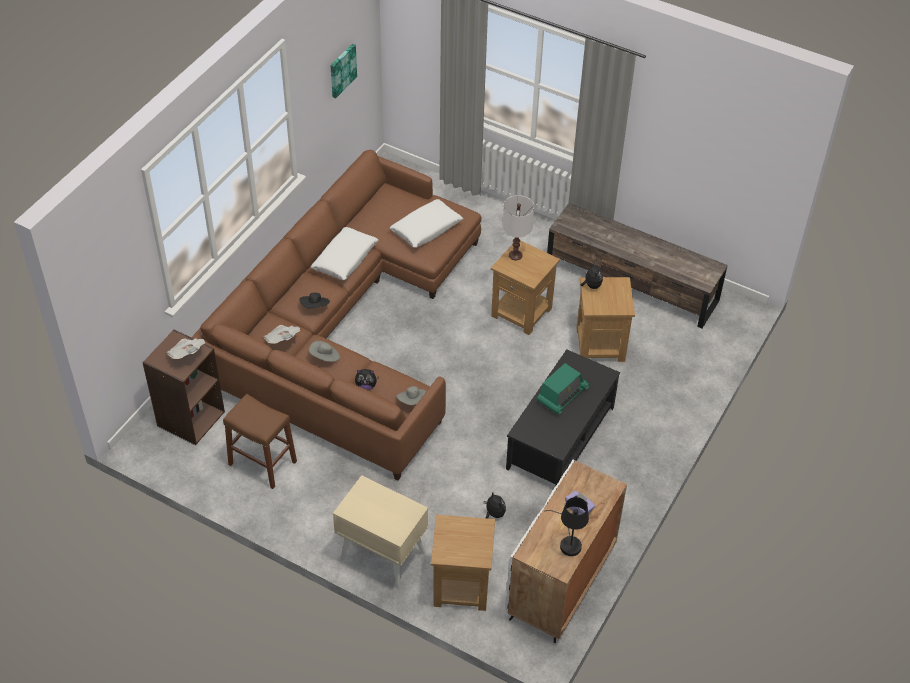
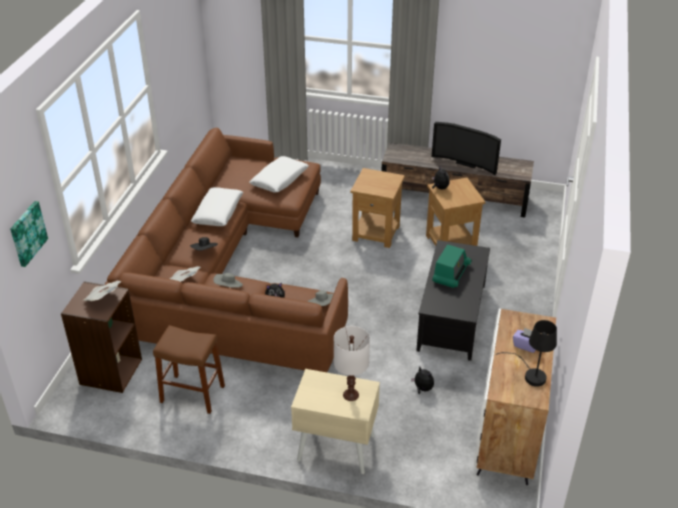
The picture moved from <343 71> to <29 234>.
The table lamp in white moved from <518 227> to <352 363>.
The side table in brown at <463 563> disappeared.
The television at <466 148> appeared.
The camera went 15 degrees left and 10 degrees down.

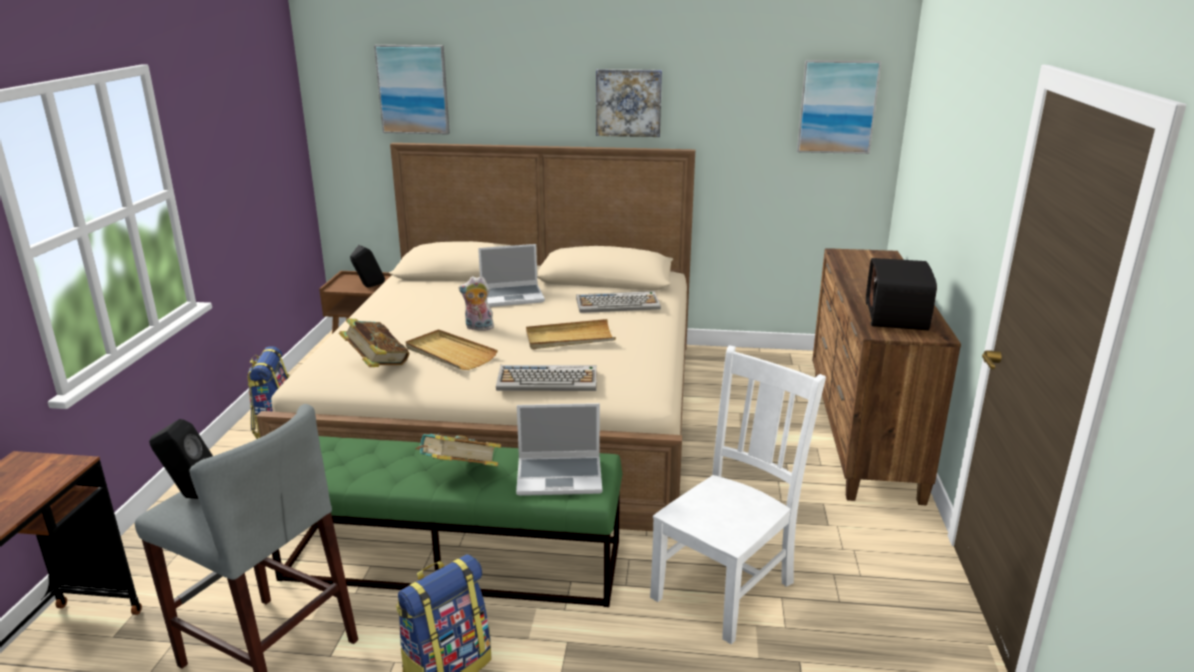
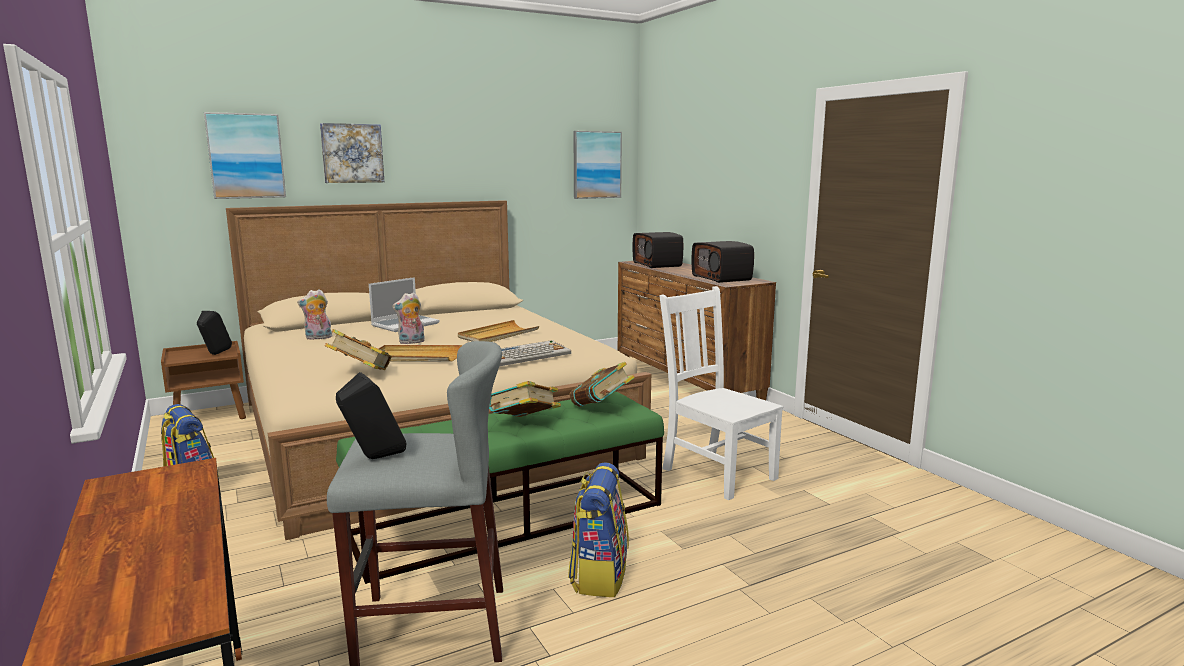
The picture moved from <629 103> to <352 153>.
The keyboard at <618 302> disappeared.
The chair in white at <738 494> turned 45 degrees counterclockwise.
The laptop at <559 449> was replaced by the book at <602 384>.
The radio at <658 250> appeared.
The plush toy at <314 314> appeared.
The camera went 35 degrees left and 10 degrees down.

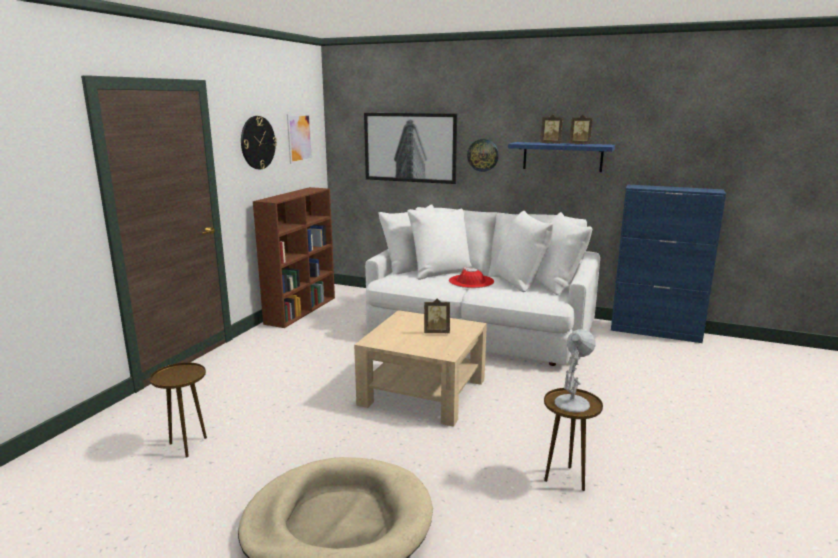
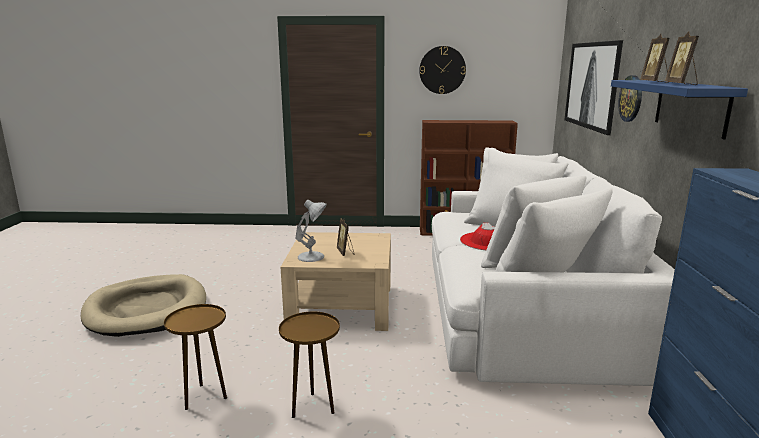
The picture at <300 138> disappeared.
The table lamp in white moved from <575 371> to <311 231>.
The side table in brown moved from <178 410> to <309 365>.
The camera went 70 degrees right and 0 degrees up.

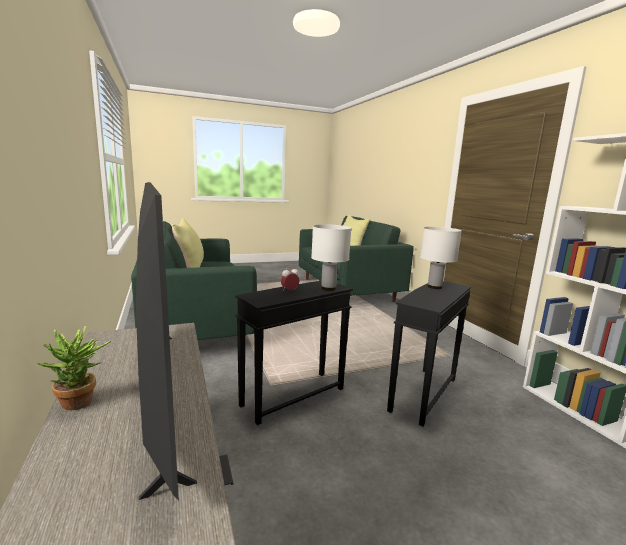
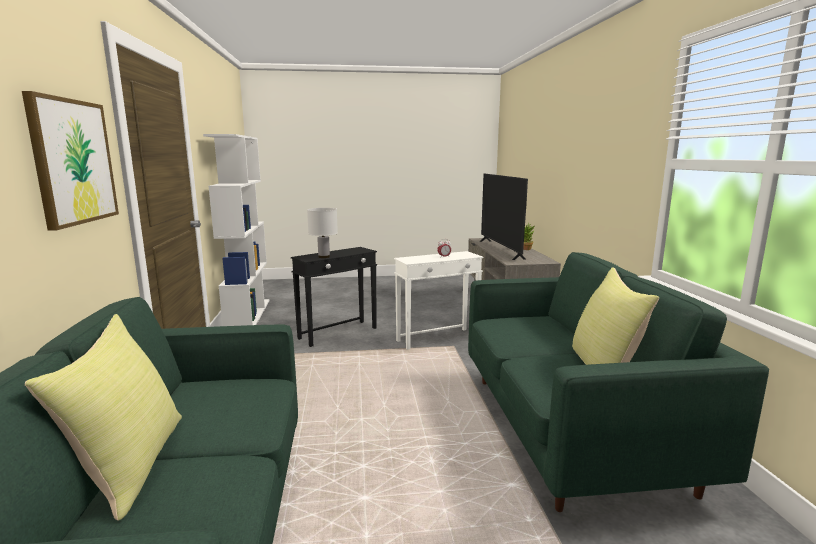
The table lamp in white at <331 257> disappeared.
The side table in black at <294 353> became the side table in white at <438 300>.
The picture at <70 161> appeared.
The camera went 165 degrees left and 0 degrees up.

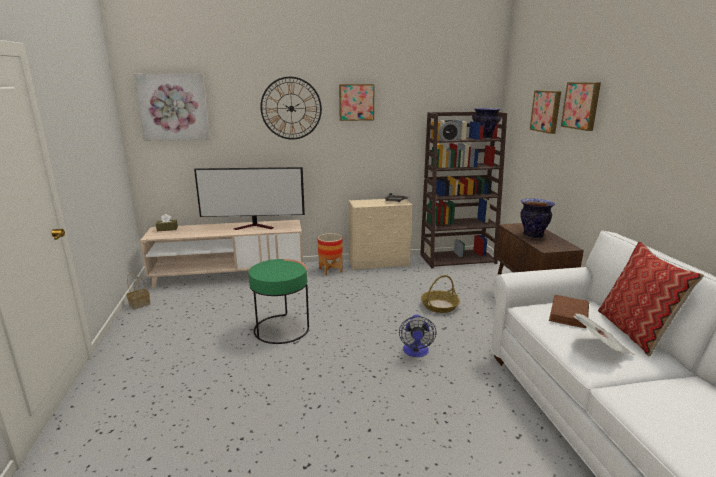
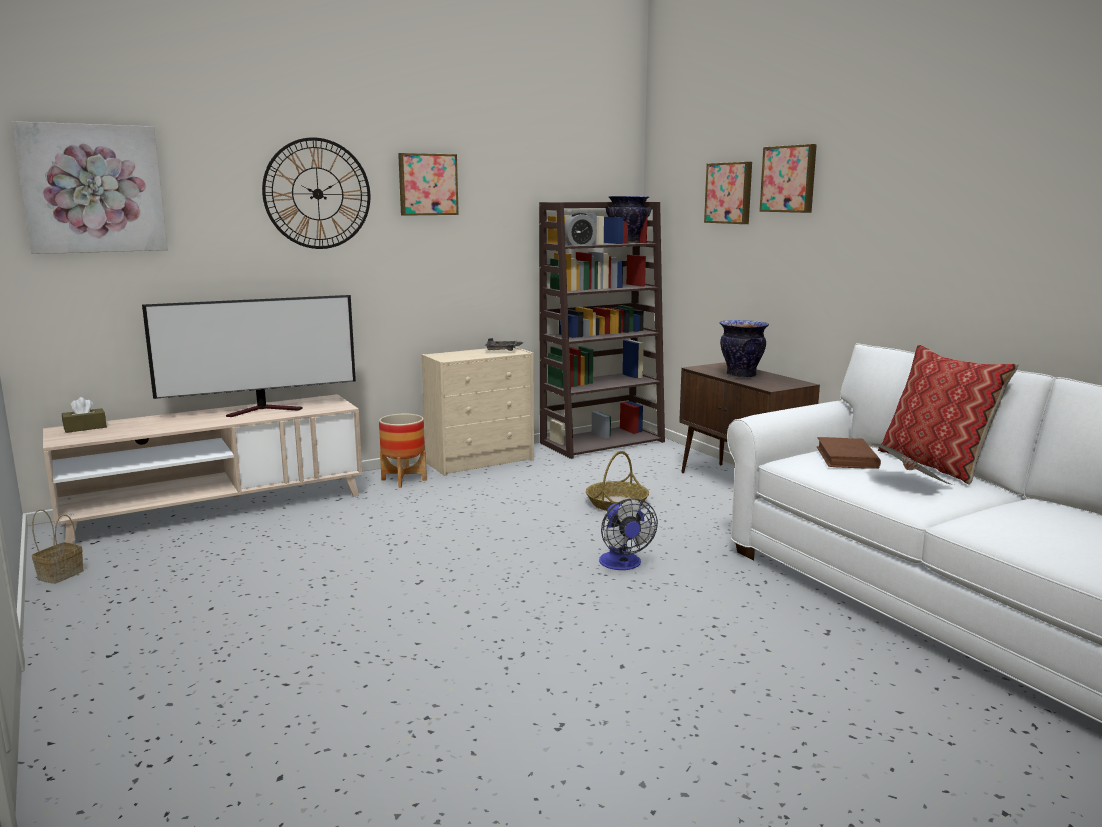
The side table in green at <279 301> disappeared.
The camera went 20 degrees left and 5 degrees down.

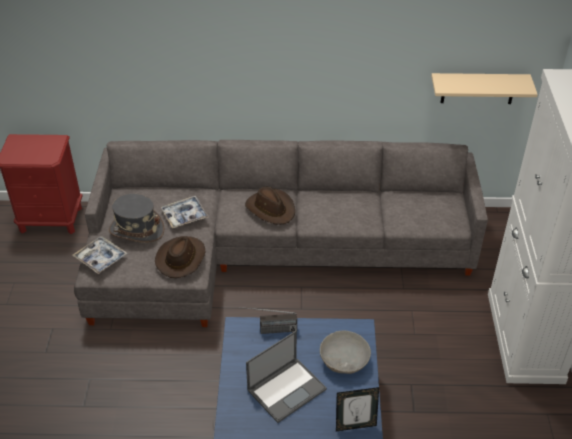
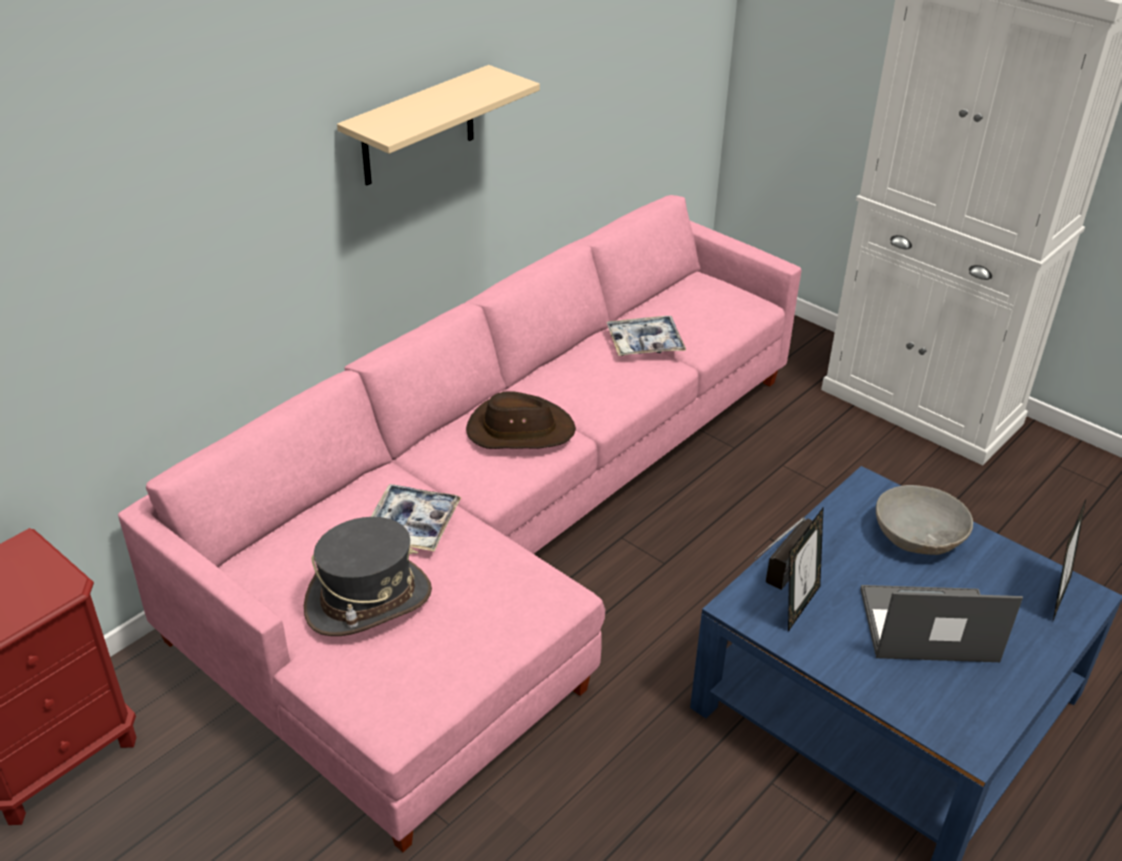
The shelf in beige moved from <484 88> to <438 125>.
The sofa in grey at <281 233> became the sofa in pink at <460 523>.
The tray moved from <100 255> to <646 336>.
The hat in brown at <180 257> disappeared.
The laptop at <286 377> turned 90 degrees counterclockwise.
The picture frame at <806 569> appeared.
The camera went 50 degrees left and 5 degrees down.

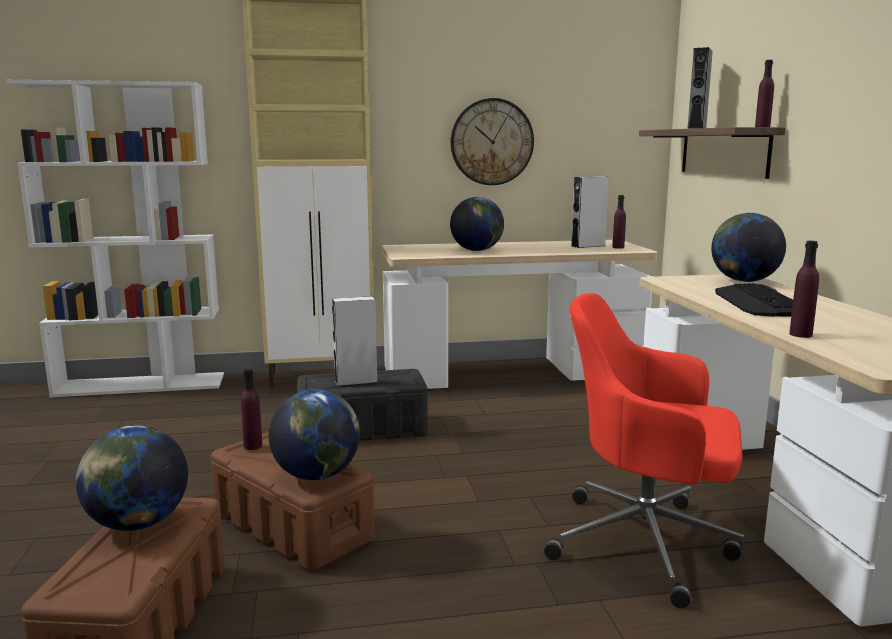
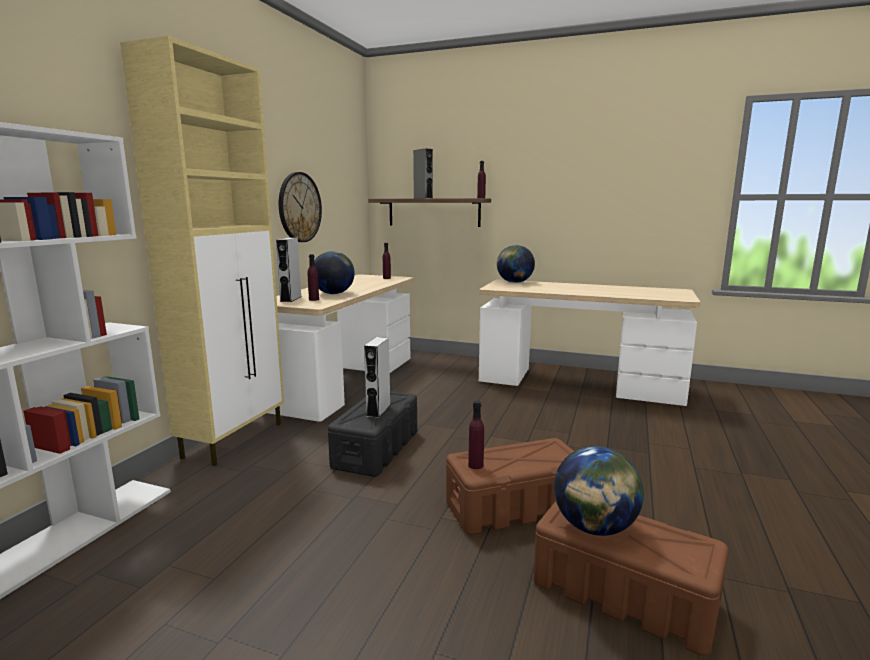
The speaker in grey moved from <590 212> to <288 270>.
The bottle in purple moved from <804 289> to <313 277>.
The keyboard at <754 300> disappeared.
The office chair in red at <644 450> disappeared.
The globe at <314 434> disappeared.
The camera went 60 degrees left and 0 degrees up.

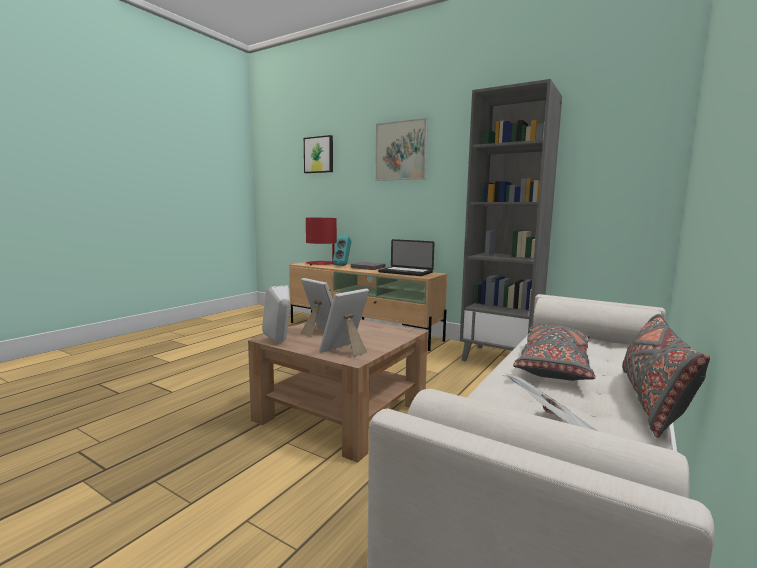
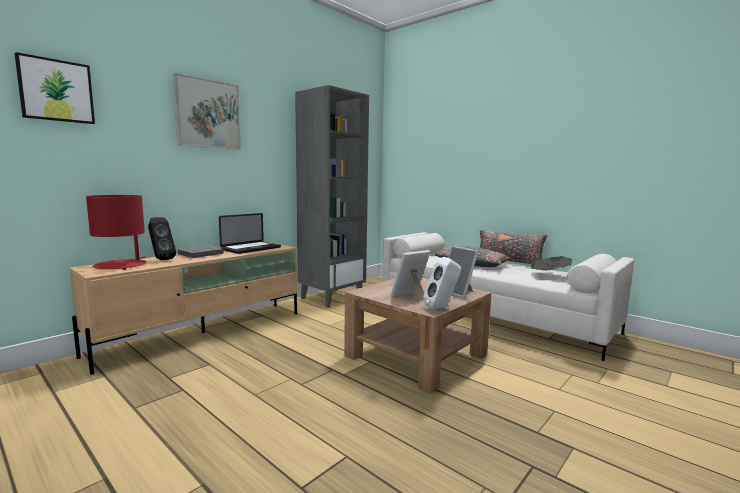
The speaker in turquoise at <342 250> became the speaker in black at <162 238>.
The camera went 80 degrees left and 0 degrees up.

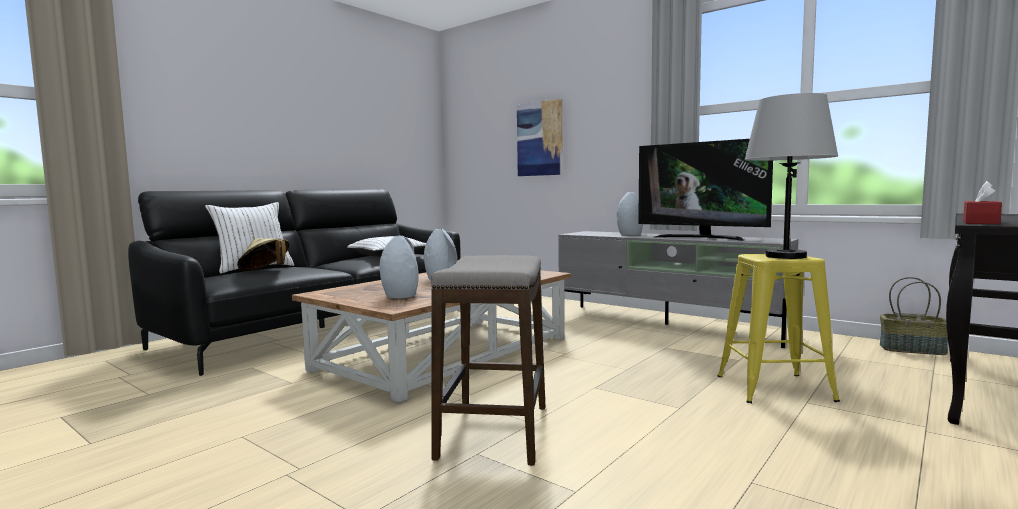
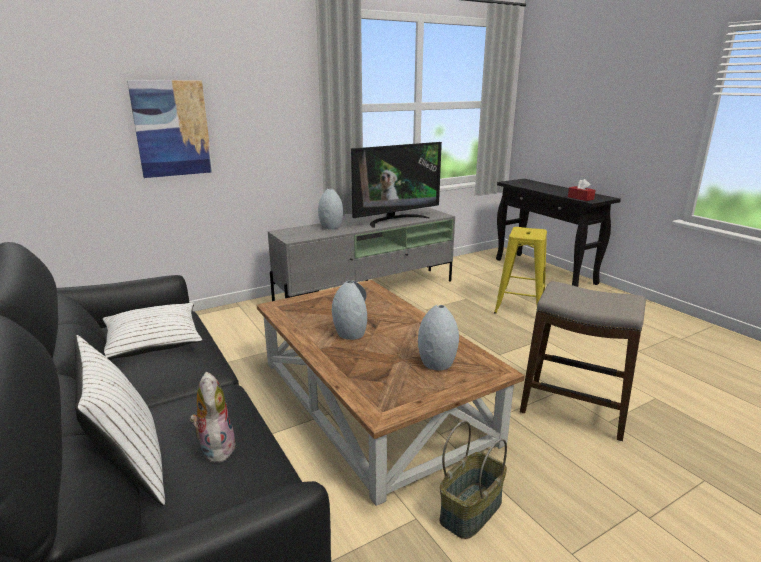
The table lamp in grey at <791 176> disappeared.
The hat in beige at <263 254> was replaced by the plush toy at <213 417>.
The basket moved from <914 316> to <473 480>.
The camera went 70 degrees left and 15 degrees up.

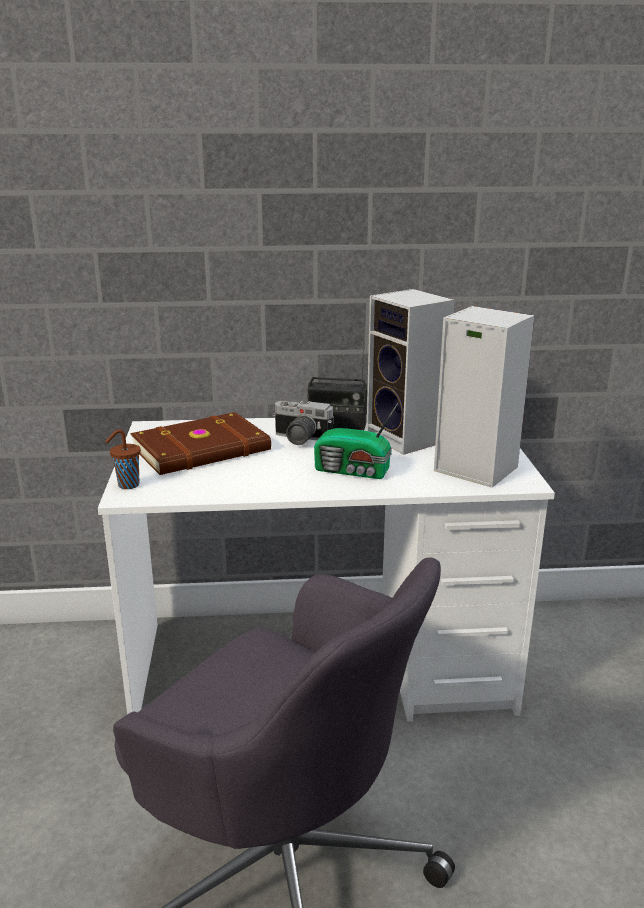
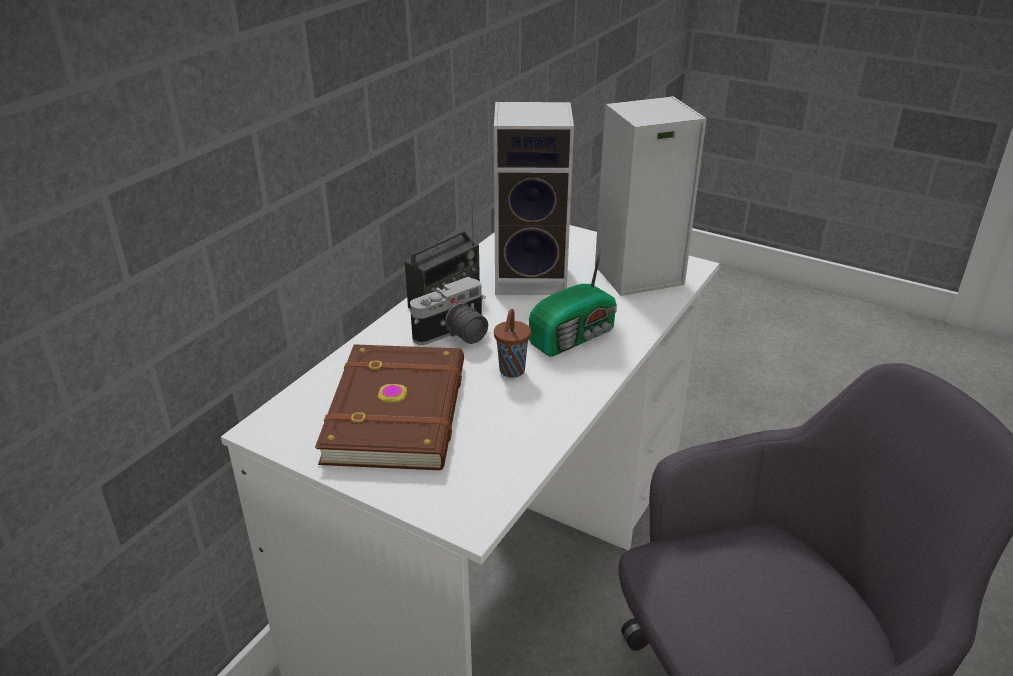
The cup in brown moved from <123 459> to <512 343>.
The camera went 55 degrees left and 10 degrees up.

